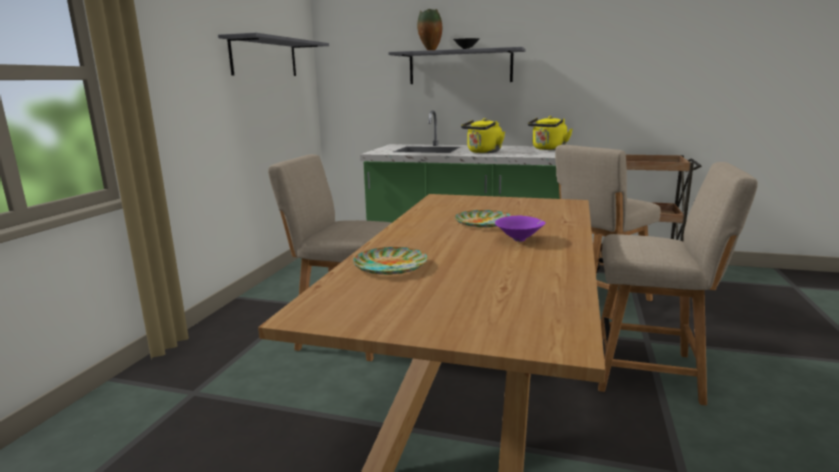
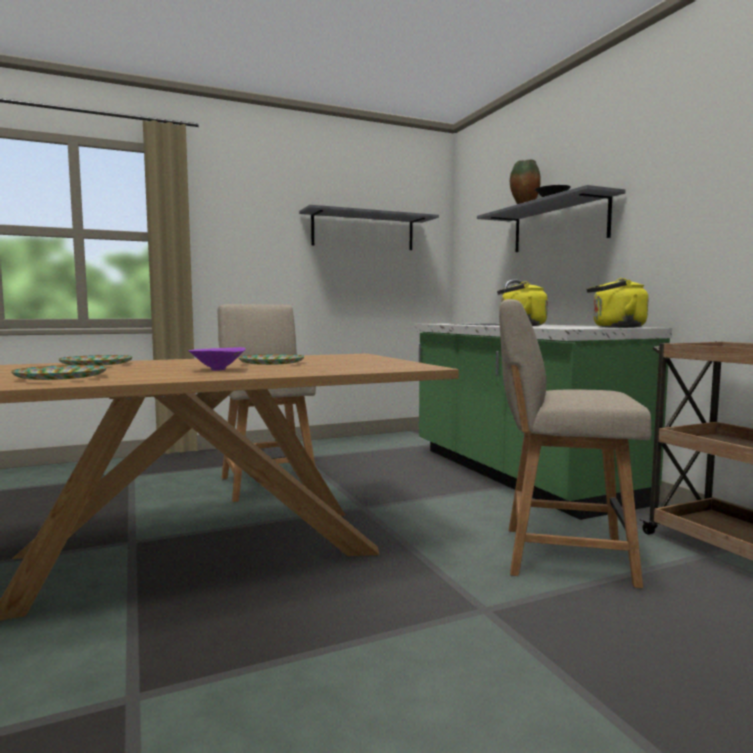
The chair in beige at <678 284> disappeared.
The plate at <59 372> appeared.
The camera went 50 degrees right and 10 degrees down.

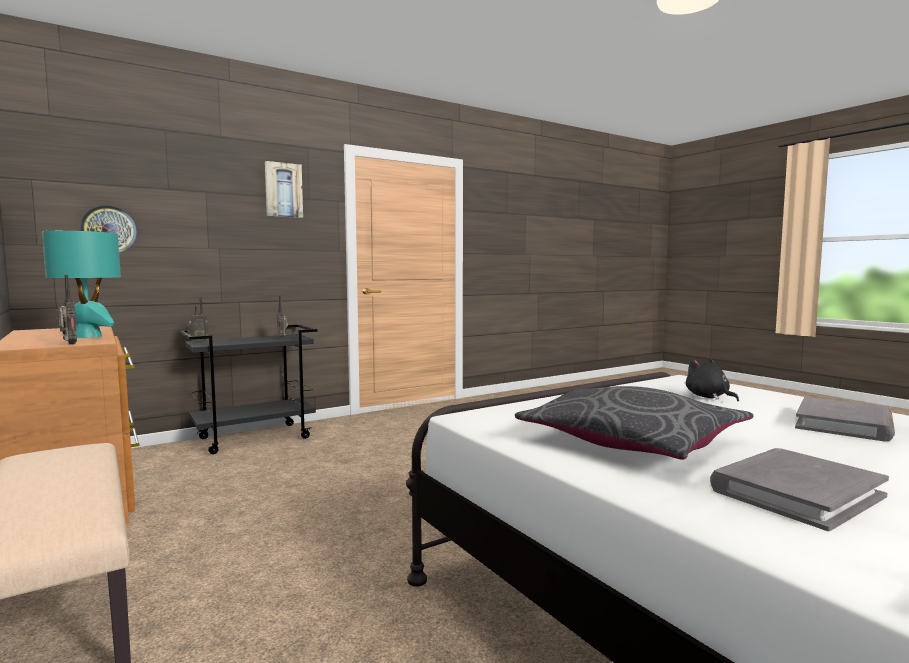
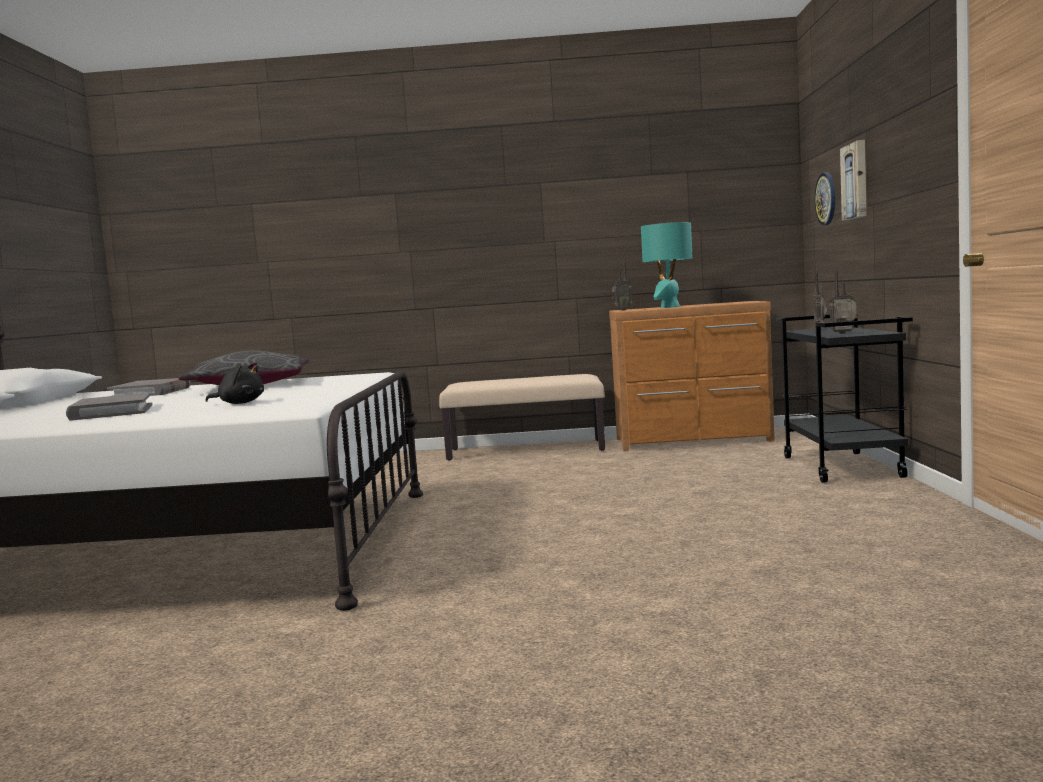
The picture moved from <284 189> to <853 180>.
The camera went 125 degrees right and 0 degrees up.

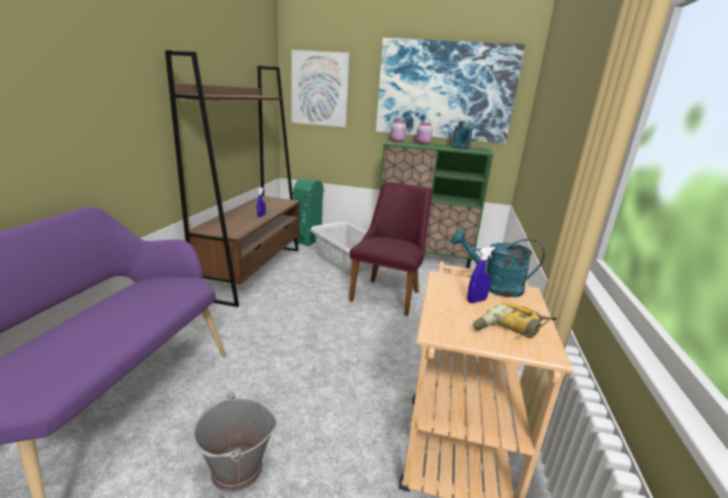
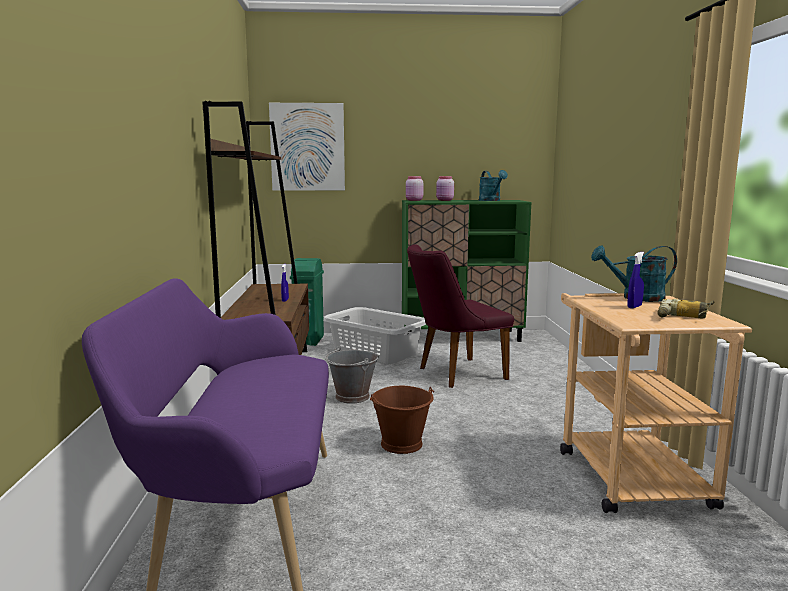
The picture at <450 90> disappeared.
The chair in purple at <391 249> turned 120 degrees counterclockwise.
The bucket in grey moved from <234 442> to <352 375>.
The bucket in brown at <402 420> appeared.
The camera went 15 degrees left and 10 degrees down.

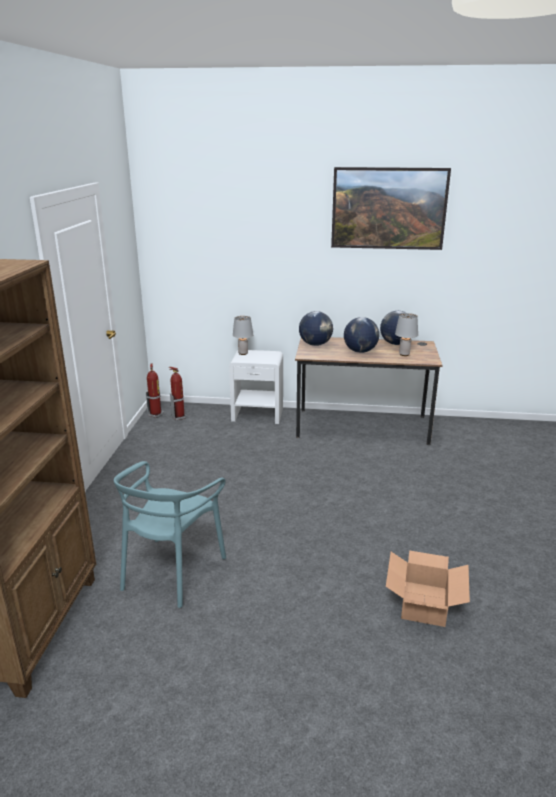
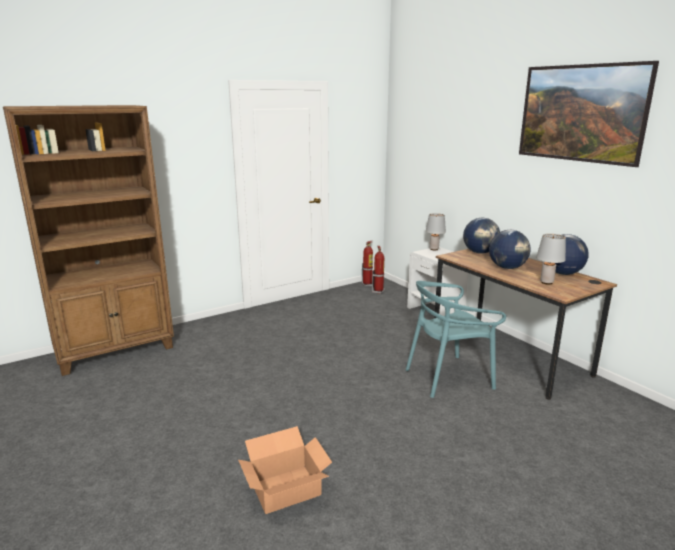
The chair in turquoise moved from <170 534> to <456 339>.
The camera went 50 degrees right and 5 degrees down.

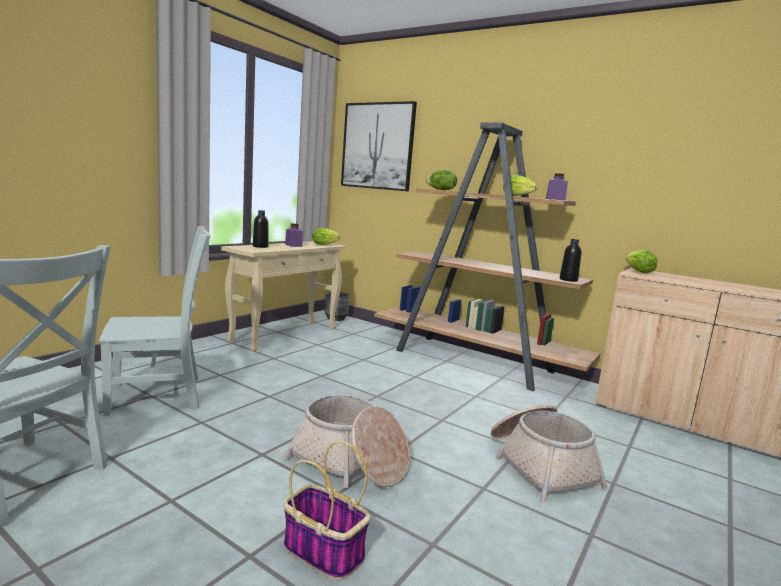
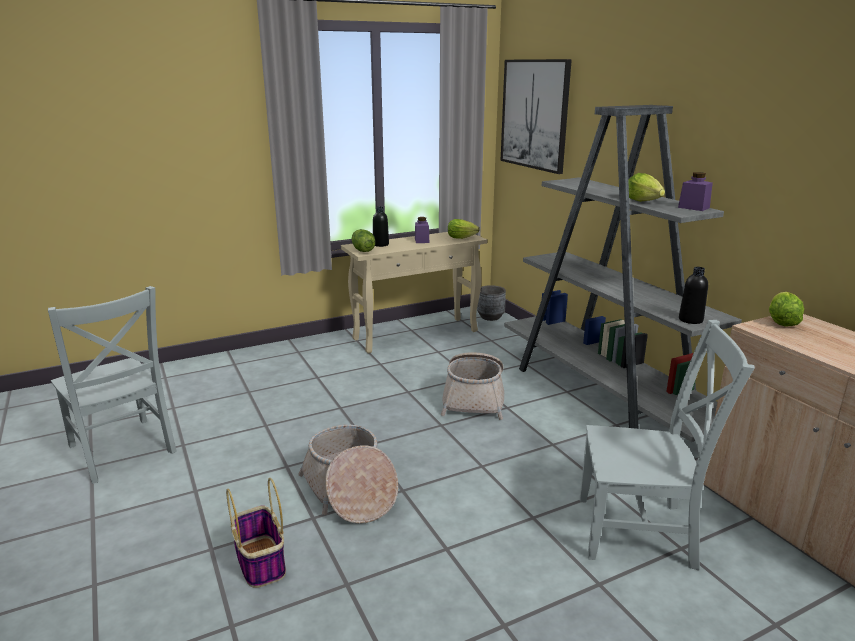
The bookcase in brown at <487 256> became the bookcase in grey at <623 273>.
The lettuce moved from <441 180> to <363 240>.
The chair in grey moved from <154 321> to <667 445>.
The basket moved from <549 453> to <472 386>.
The camera went 30 degrees right and 10 degrees up.

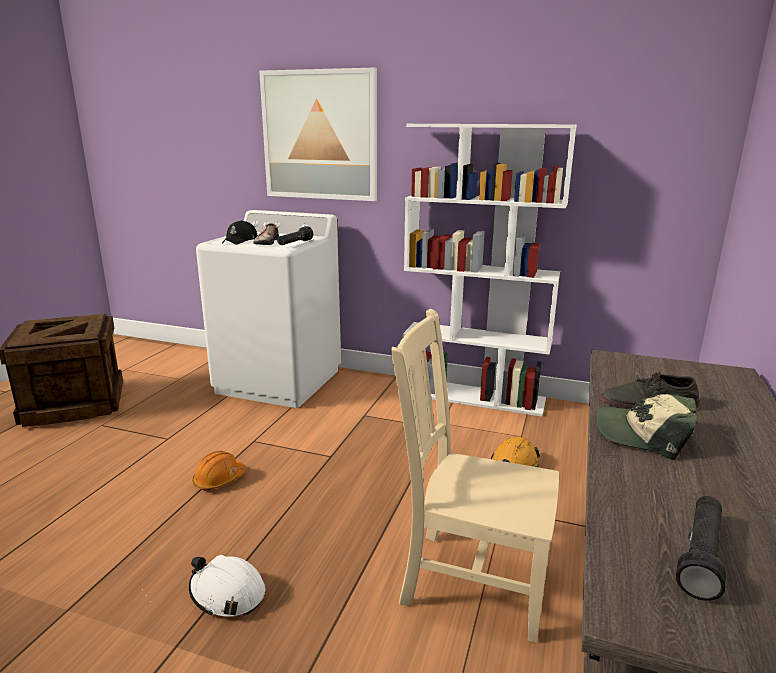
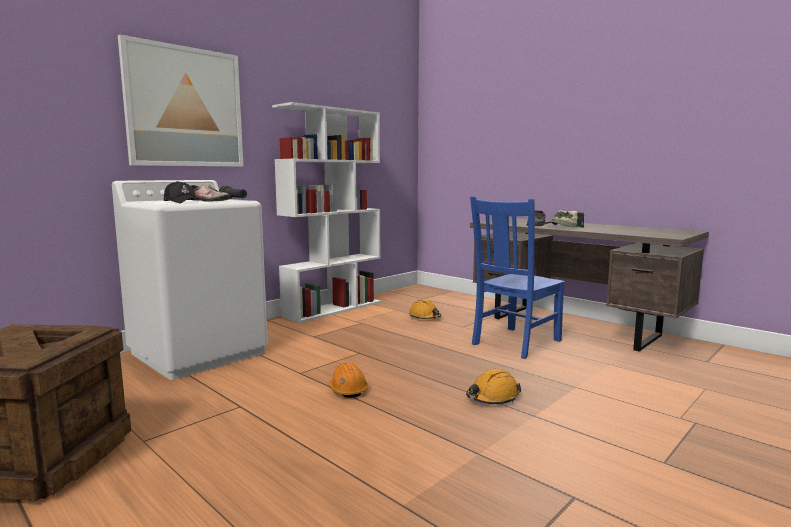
The chair in beige at <475 476> became the chair in blue at <517 278>.
The flashlight in black at <701 548> disappeared.
The hard hat in white at <227 586> became the hard hat in orange at <493 386>.
The camera went 65 degrees left and 10 degrees down.

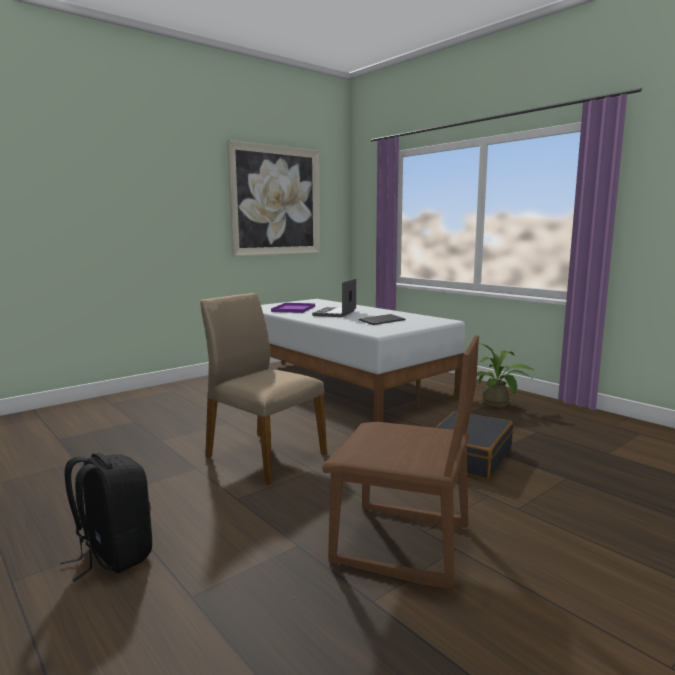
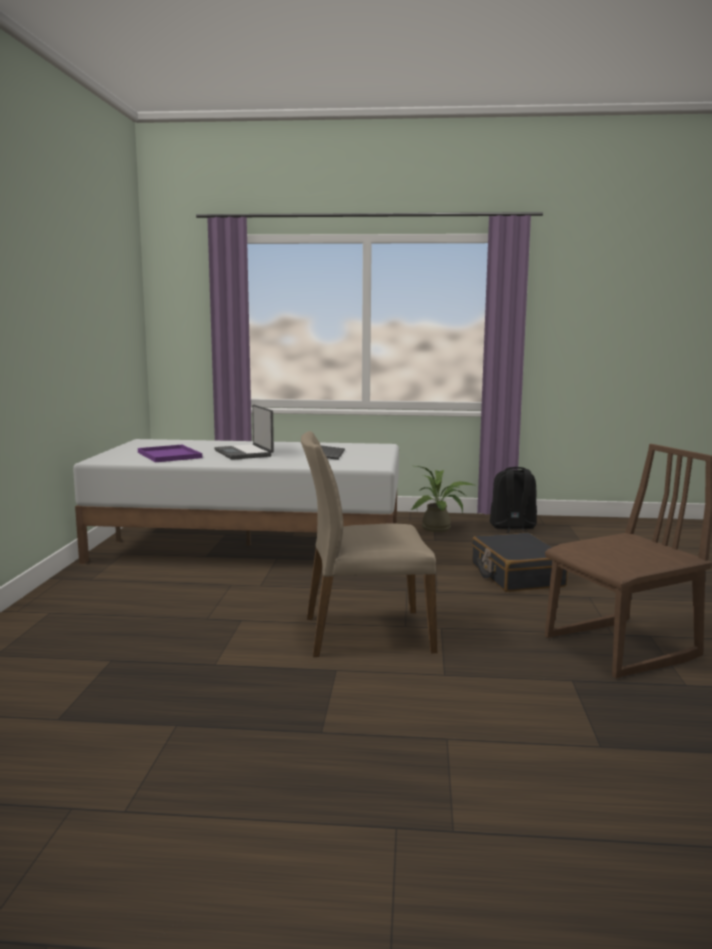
The picture at <274 198> disappeared.
The backpack in black moved from <106 517> to <513 500>.
The camera went 45 degrees left and 0 degrees up.

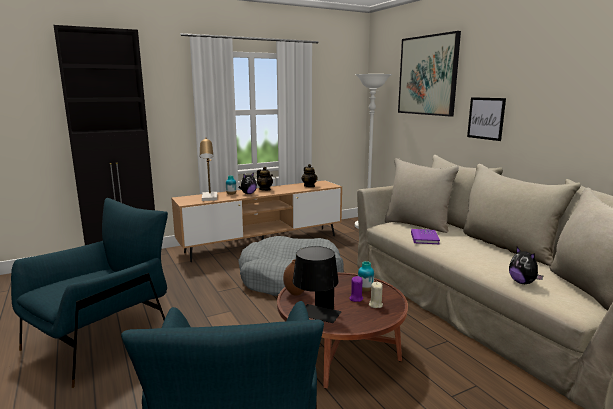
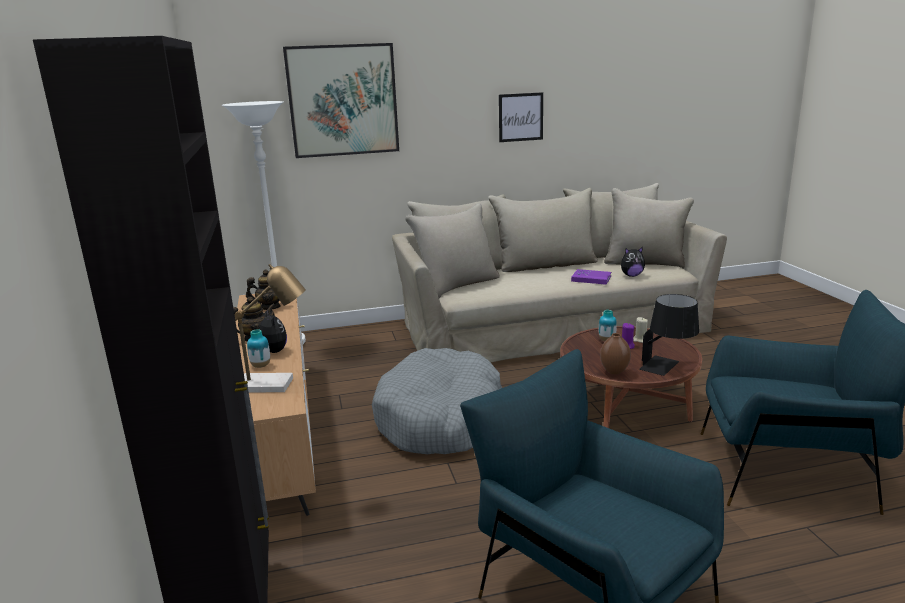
The picture moved from <486 119> to <521 117>.
The book in purple moved from <425 236> to <591 277>.
The camera went 75 degrees left and 5 degrees up.

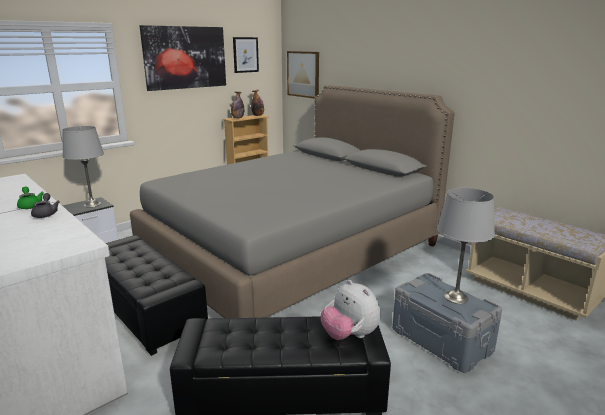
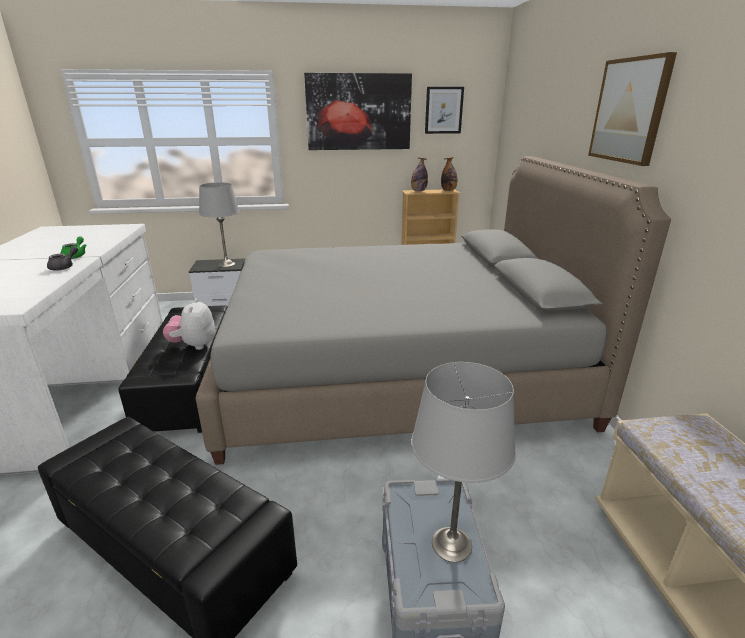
The picture moved from <303 75> to <632 109>.
The plush toy moved from <350 310> to <189 324>.
The camera went 35 degrees right and 5 degrees up.

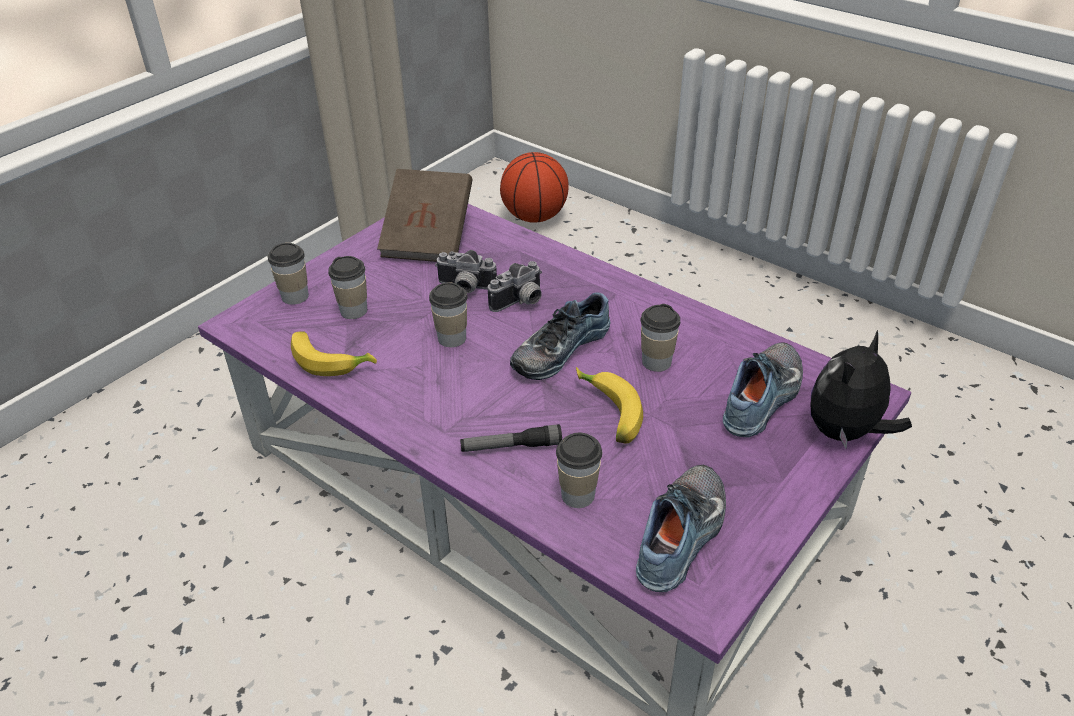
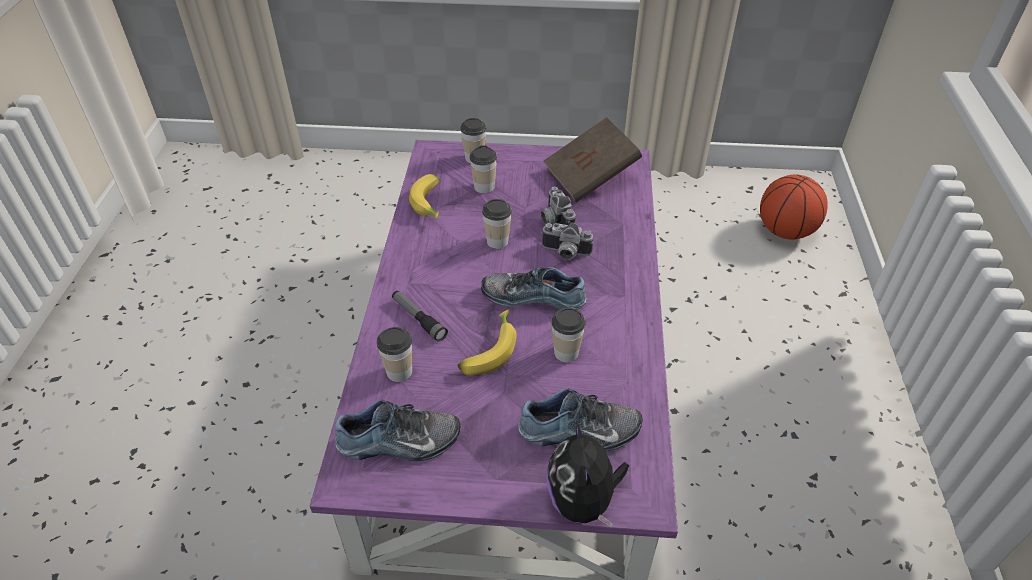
The plush toy at <861 389> turned 105 degrees counterclockwise.
The camera went 55 degrees right and 5 degrees up.

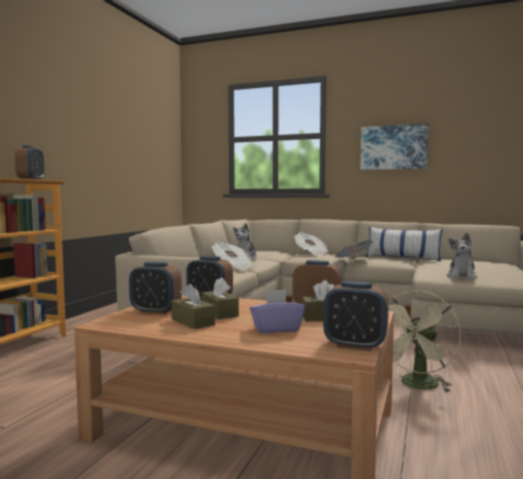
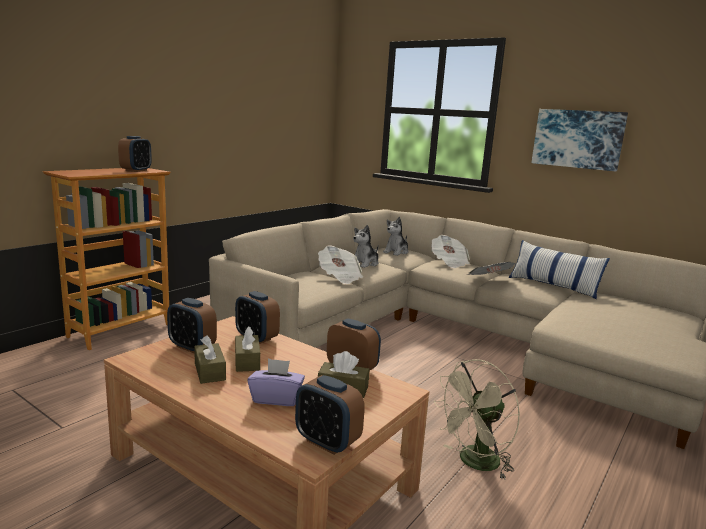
The plush toy moved from <462 256> to <395 236>.
The camera went 15 degrees right and 10 degrees up.

